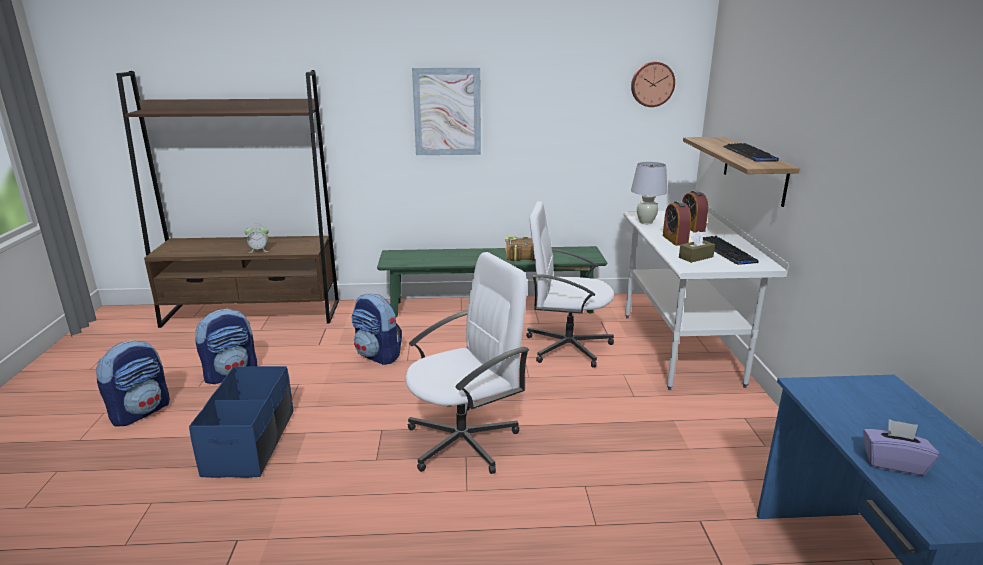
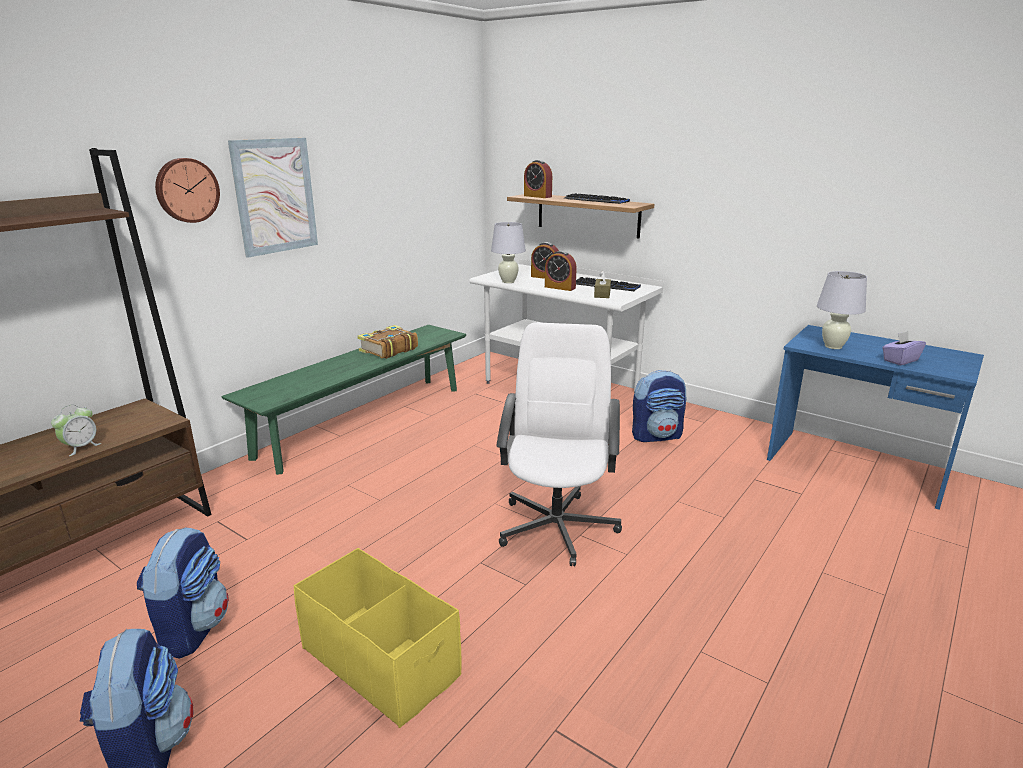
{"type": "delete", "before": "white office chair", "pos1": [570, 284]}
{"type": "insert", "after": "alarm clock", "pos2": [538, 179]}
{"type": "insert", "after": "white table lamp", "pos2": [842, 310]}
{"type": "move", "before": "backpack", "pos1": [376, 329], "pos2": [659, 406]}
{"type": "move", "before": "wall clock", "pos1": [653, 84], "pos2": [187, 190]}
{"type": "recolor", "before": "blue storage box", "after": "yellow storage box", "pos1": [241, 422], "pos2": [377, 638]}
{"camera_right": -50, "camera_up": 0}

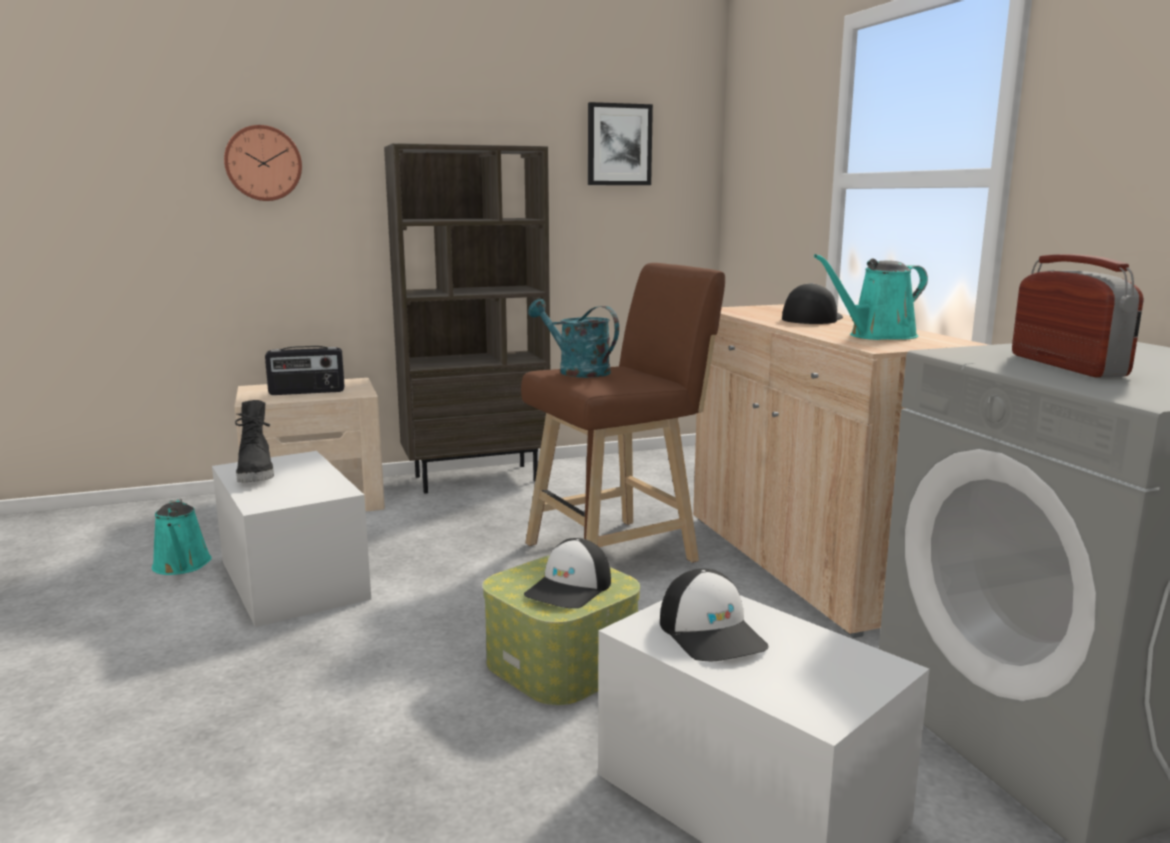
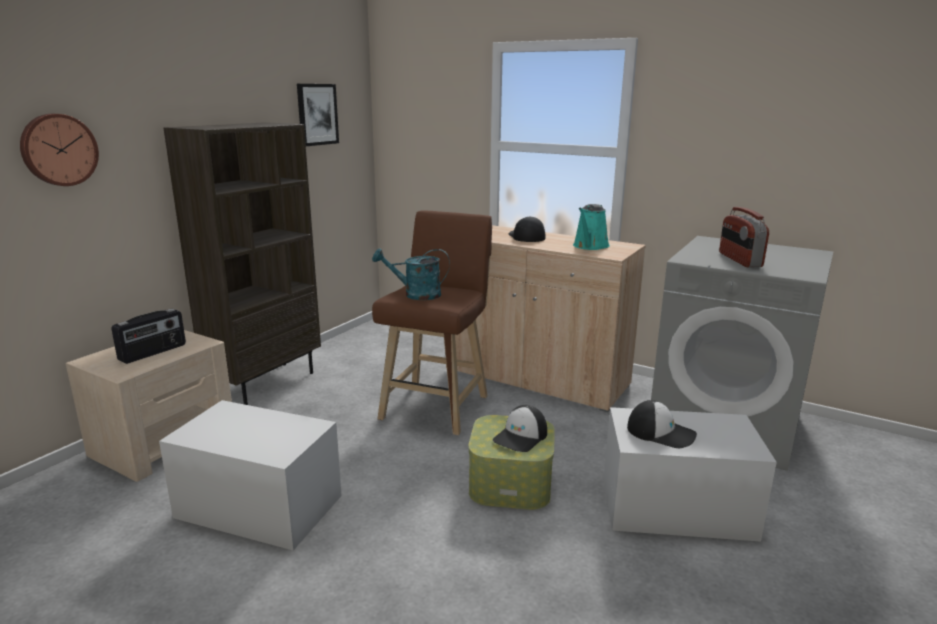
{"type": "delete", "before": "turquoise watering can", "pos1": [182, 537]}
{"type": "delete", "before": "black boot", "pos1": [254, 441]}
{"type": "rotate", "before": "cap", "pos1": [567, 573], "pos2": [520, 428], "turn": 45}
{"type": "rotate", "before": "radio", "pos1": [1078, 316], "pos2": [744, 237], "turn": -135}
{"camera_right": -40, "camera_up": 5}

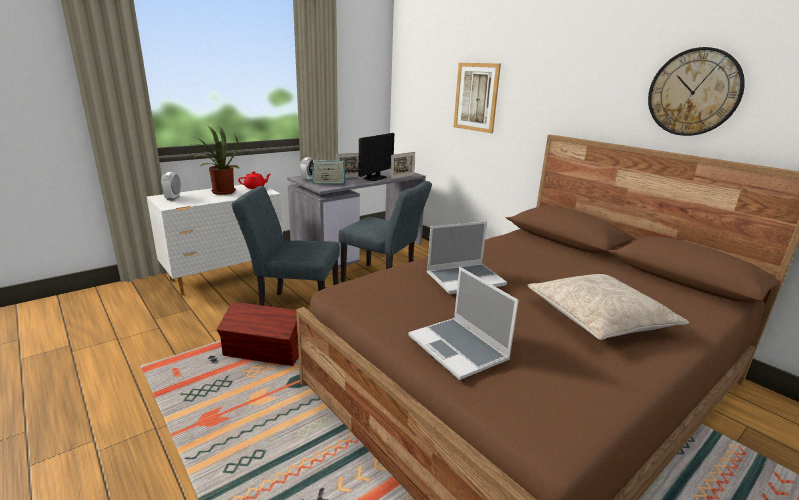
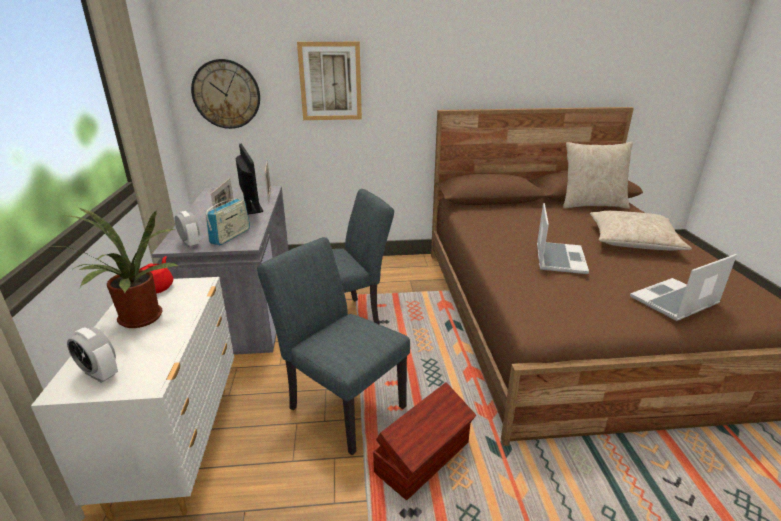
{"type": "insert", "after": "beige pillow", "pos2": [598, 175]}
{"type": "move", "before": "wall clock", "pos1": [696, 91], "pos2": [225, 94]}
{"type": "rotate", "before": "grey chair", "pos1": [286, 246], "pos2": [333, 346], "turn": 90}
{"type": "rotate", "before": "laptop", "pos1": [463, 323], "pos2": [683, 287], "turn": 150}
{"camera_right": -55, "camera_up": 5}

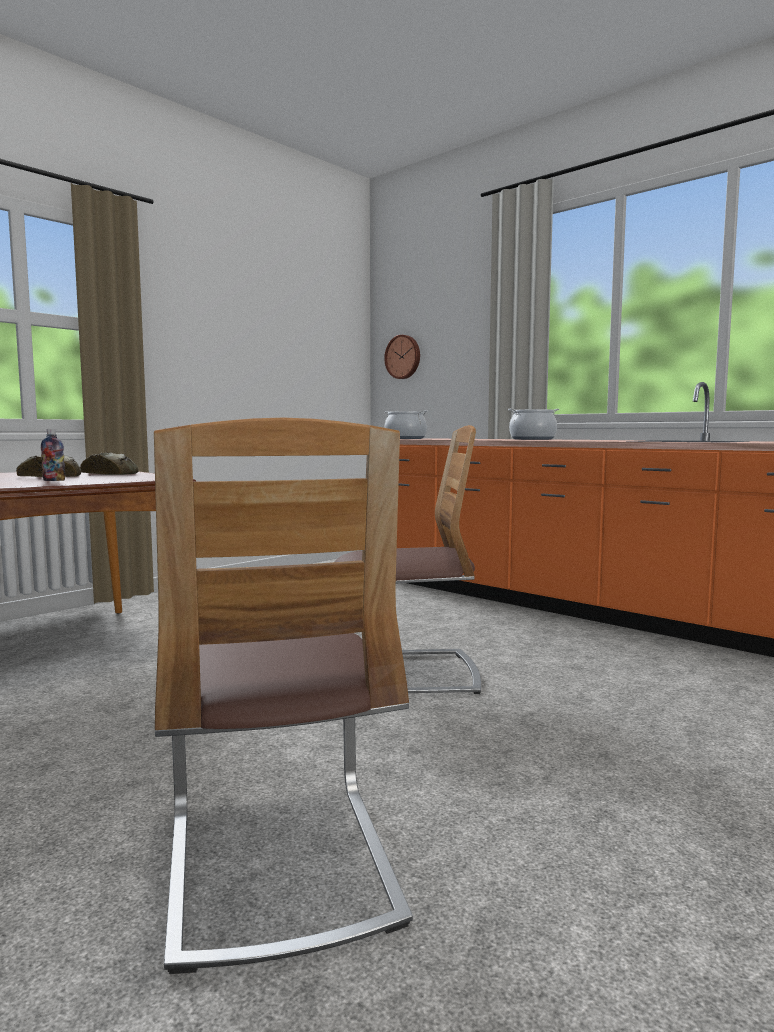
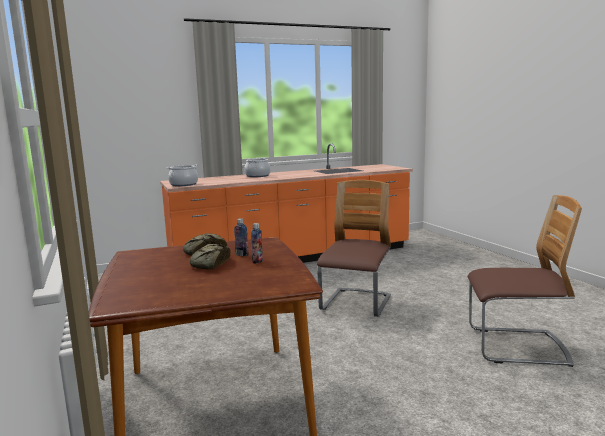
{"type": "delete", "before": "wall clock", "pos1": [402, 357]}
{"type": "insert", "after": "bottle", "pos2": [241, 237]}
{"camera_right": -65, "camera_up": 5}

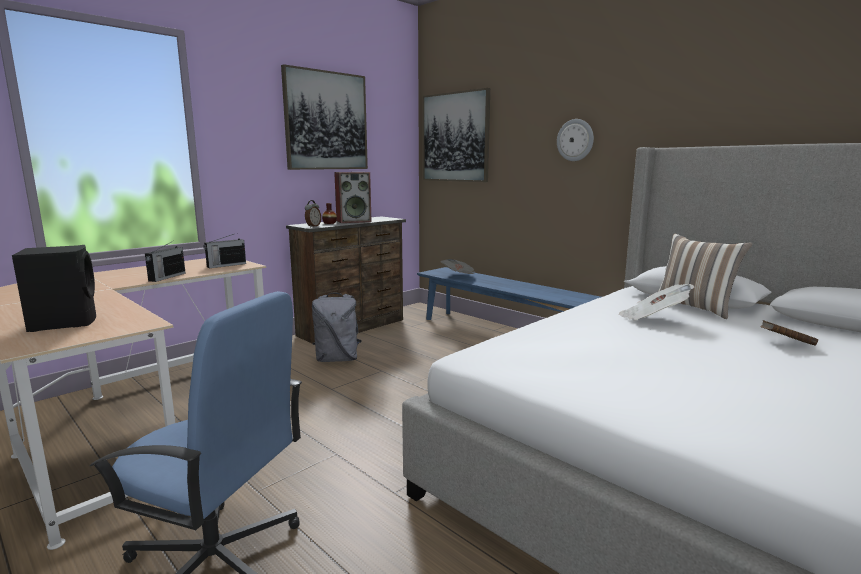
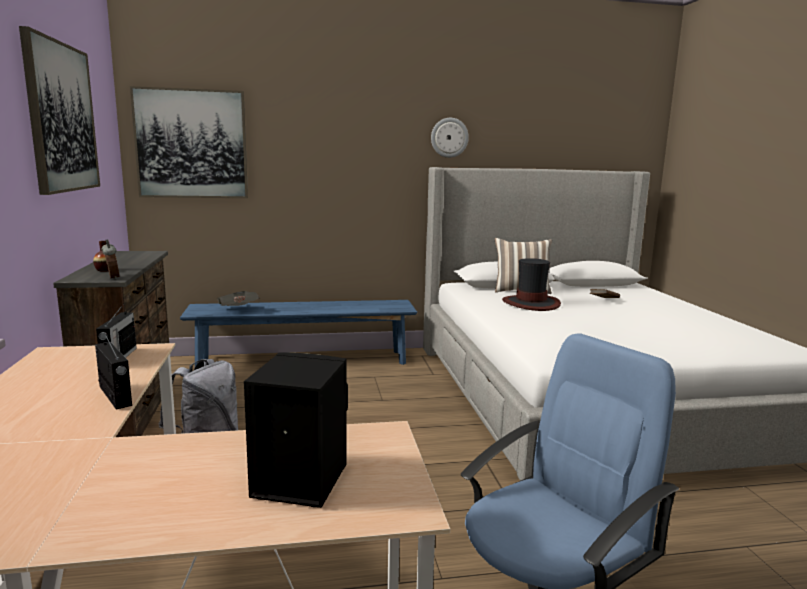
{"type": "delete", "before": "speaker", "pos1": [353, 197]}
{"type": "move", "before": "wall clock", "pos1": [575, 140], "pos2": [450, 138]}
{"type": "replace", "before": "newspaper", "after": "hat", "pos1": [657, 302], "pos2": [531, 284]}
{"camera_right": -55, "camera_up": 0}

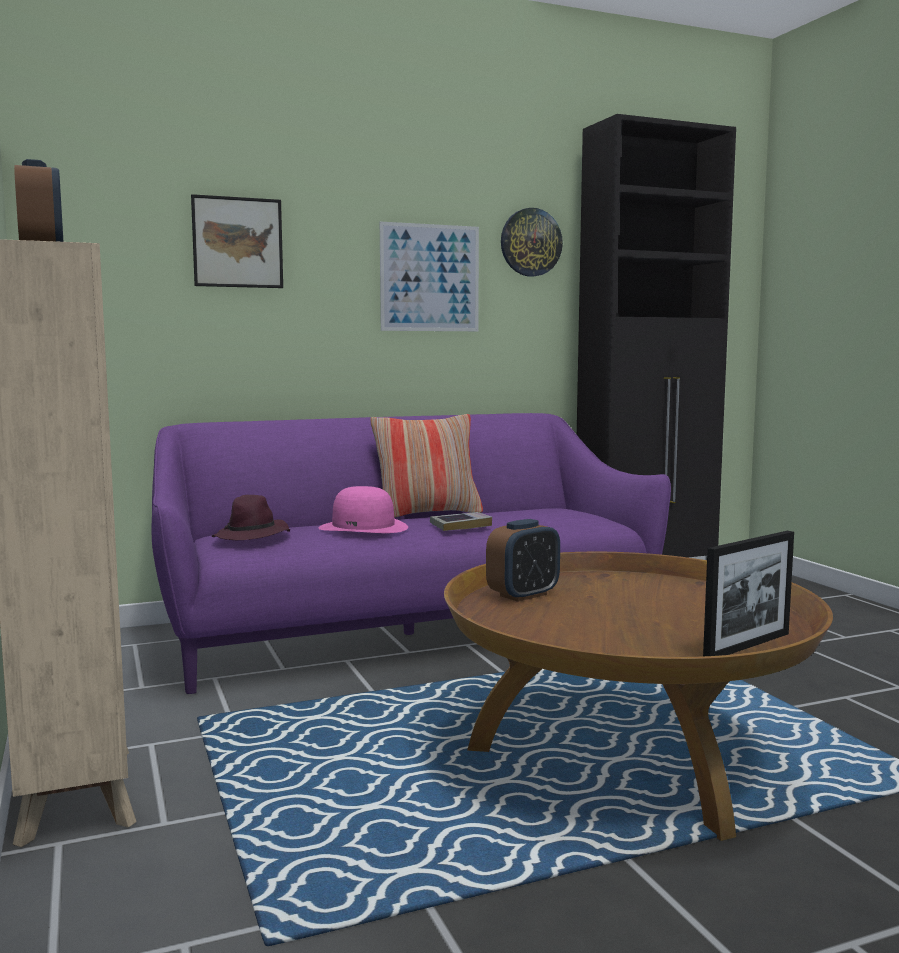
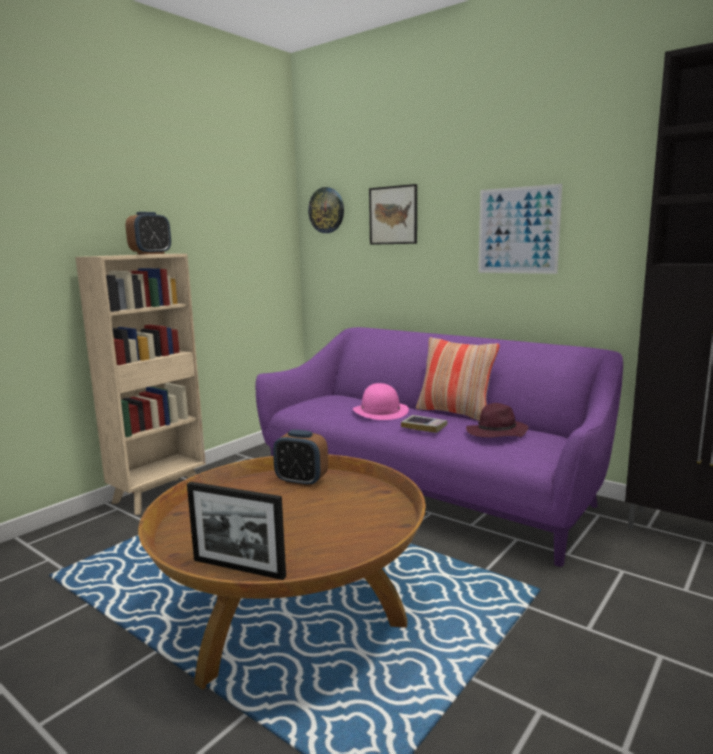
{"type": "move", "before": "purple hat", "pos1": [251, 517], "pos2": [497, 420]}
{"type": "move", "before": "wall clock", "pos1": [532, 242], "pos2": [326, 210]}
{"camera_right": 60, "camera_up": 5}

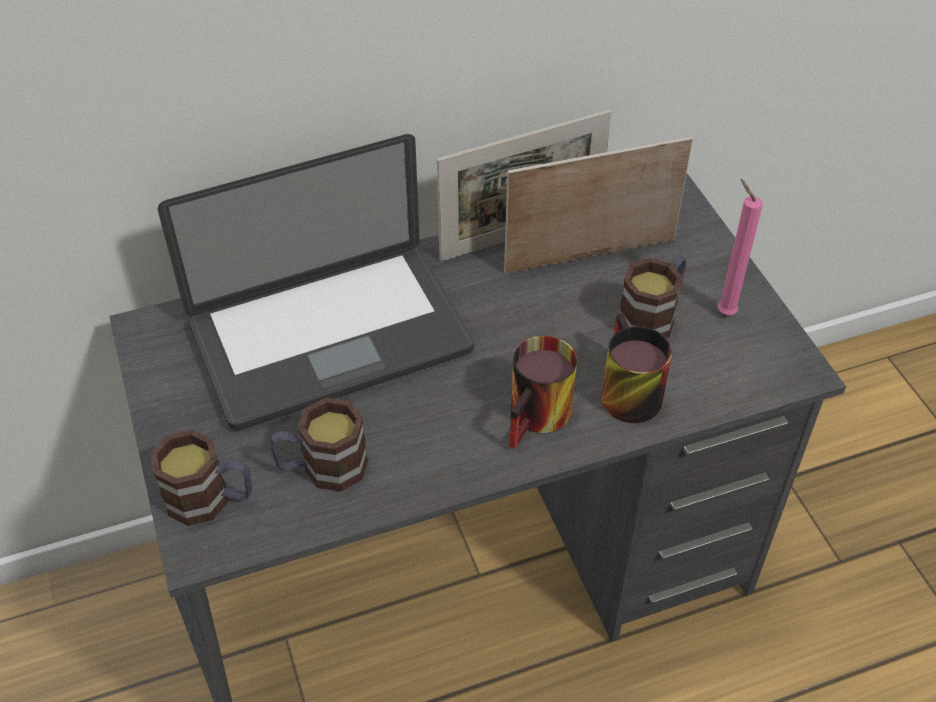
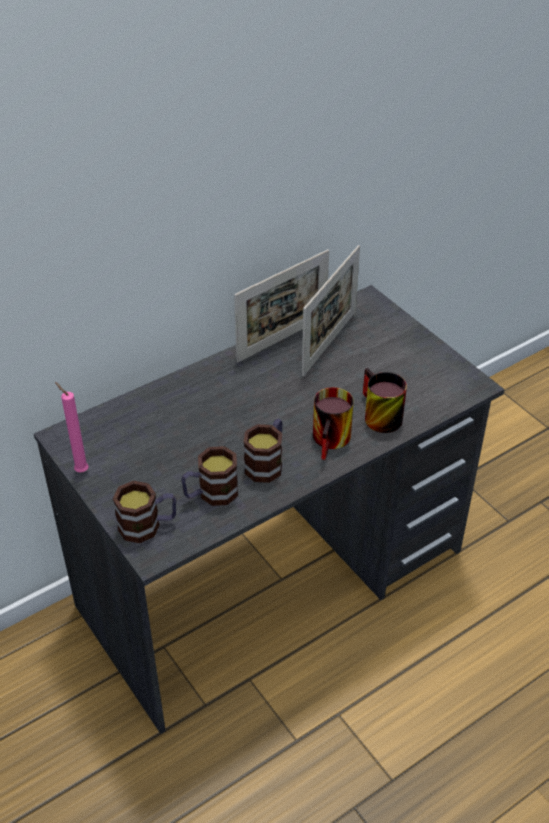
{"type": "delete", "before": "laptop", "pos1": [316, 282]}
{"type": "move", "before": "mug", "pos1": [653, 296], "pos2": [263, 450]}
{"type": "move", "before": "pink candle", "pos1": [740, 247], "pos2": [72, 427]}
{"type": "rotate", "before": "picture frame", "pos1": [598, 205], "pos2": [331, 310], "turn": 150}
{"camera_right": -15, "camera_up": -5}

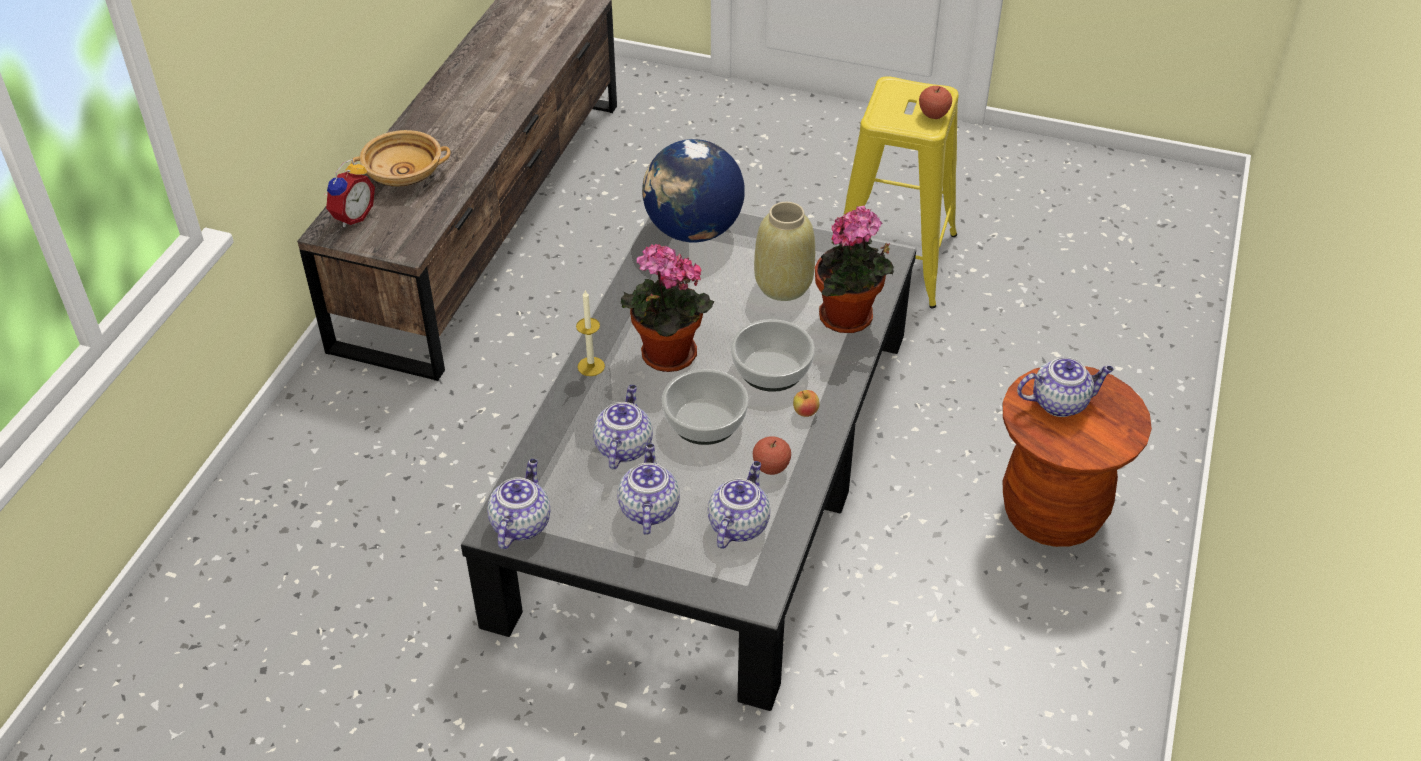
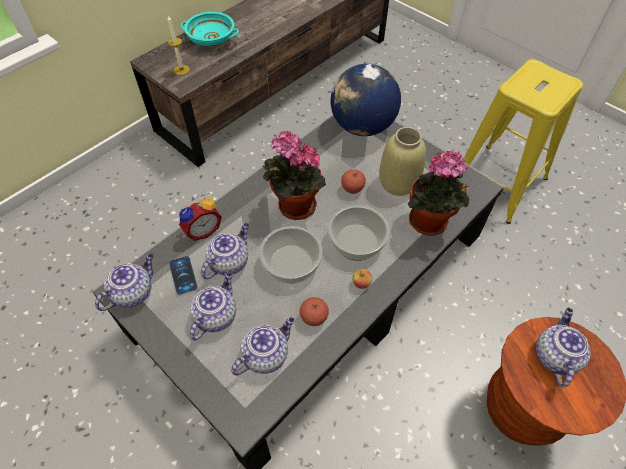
{"type": "insert", "after": "phone", "pos2": [183, 275]}
{"type": "move", "before": "alarm clock", "pos1": [349, 193], "pos2": [200, 219]}
{"type": "move", "before": "candle", "pos1": [590, 333], "pos2": [178, 45]}
{"type": "move", "before": "apple", "pos1": [935, 102], "pos2": [353, 182]}
{"type": "recolor", "before": "beige bowl", "after": "turquoise bowl", "pos1": [401, 158], "pos2": [210, 29]}
{"type": "rotate", "before": "teapot", "pos1": [1065, 387], "pos2": [563, 347], "turn": -90}
{"camera_right": 25, "camera_up": 10}

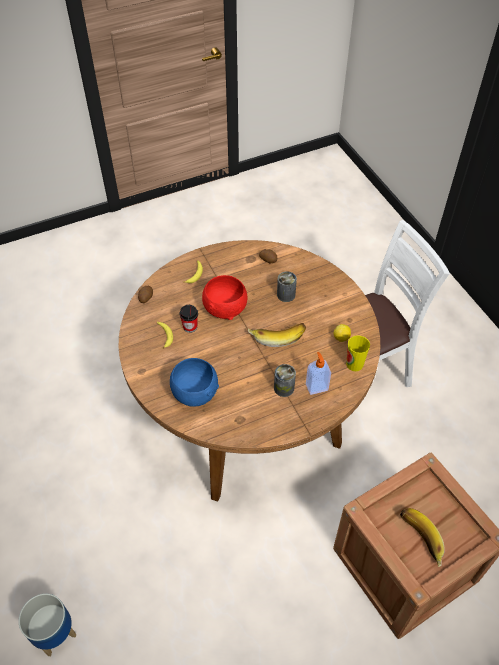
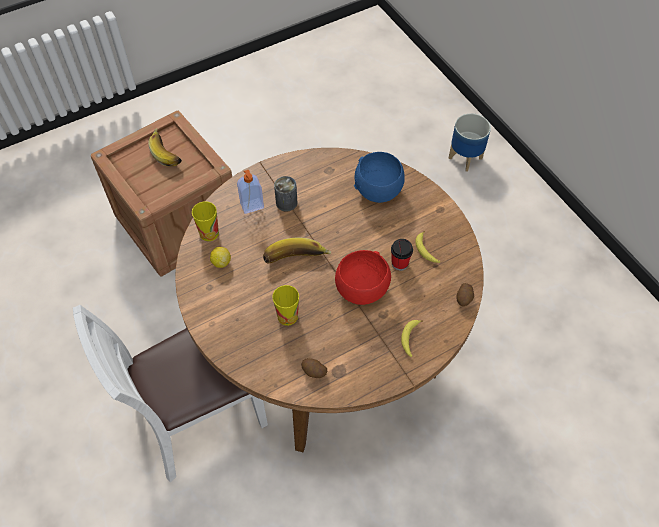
{"type": "replace", "before": "can", "after": "cup", "pos1": [287, 286], "pos2": [285, 305]}
{"camera_right": 175, "camera_up": 5}

